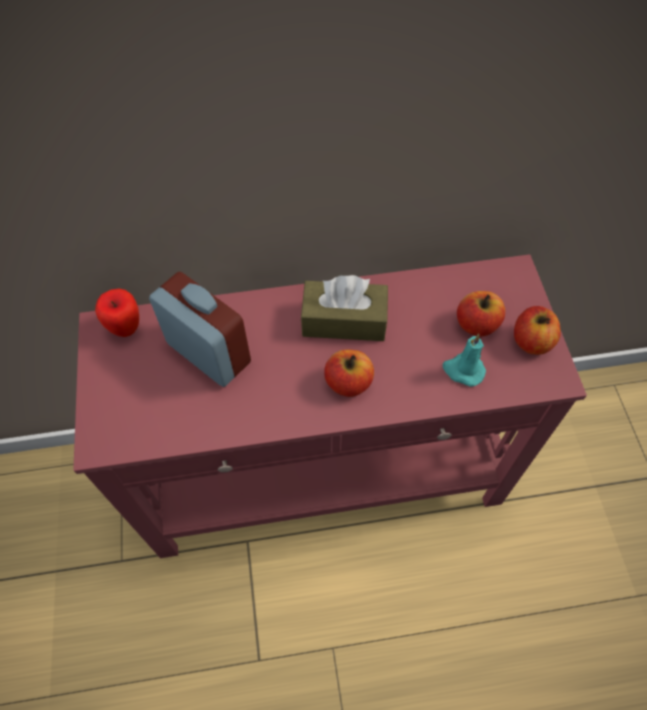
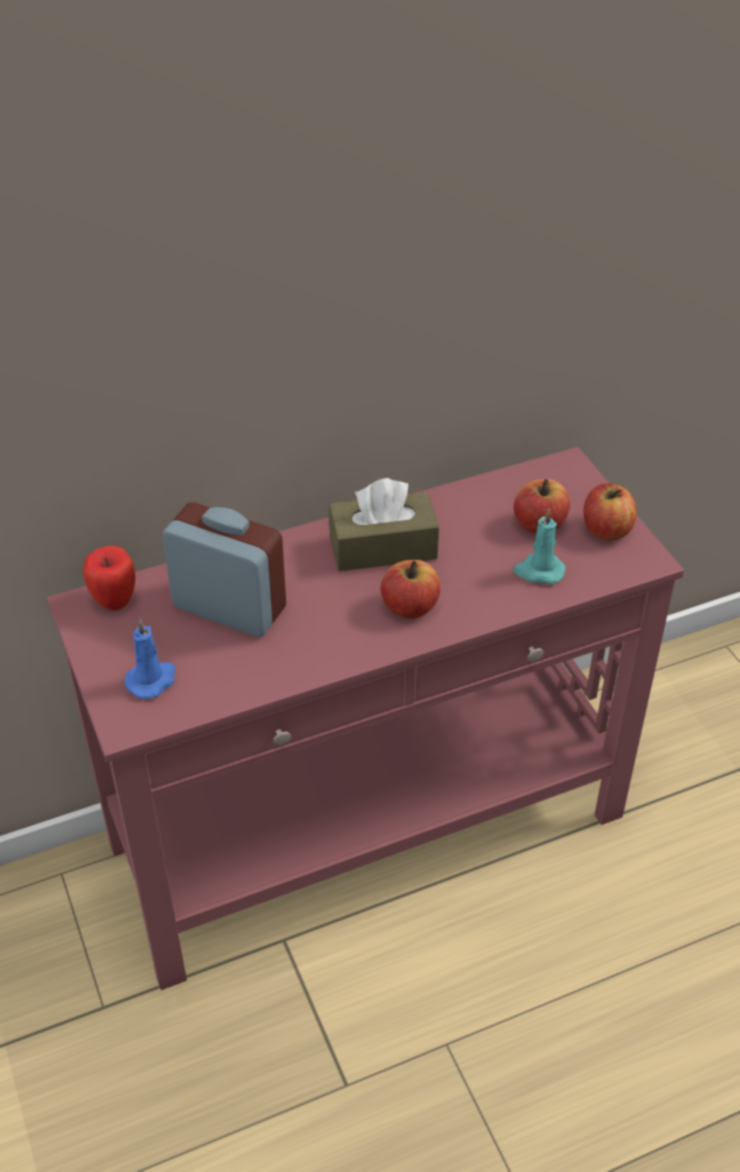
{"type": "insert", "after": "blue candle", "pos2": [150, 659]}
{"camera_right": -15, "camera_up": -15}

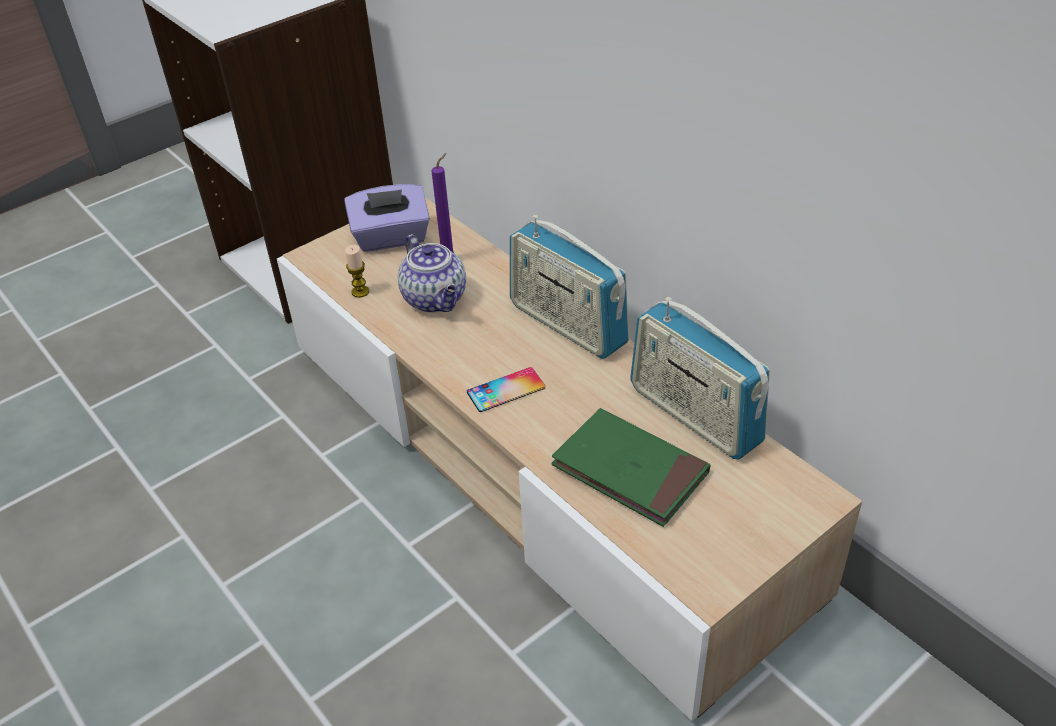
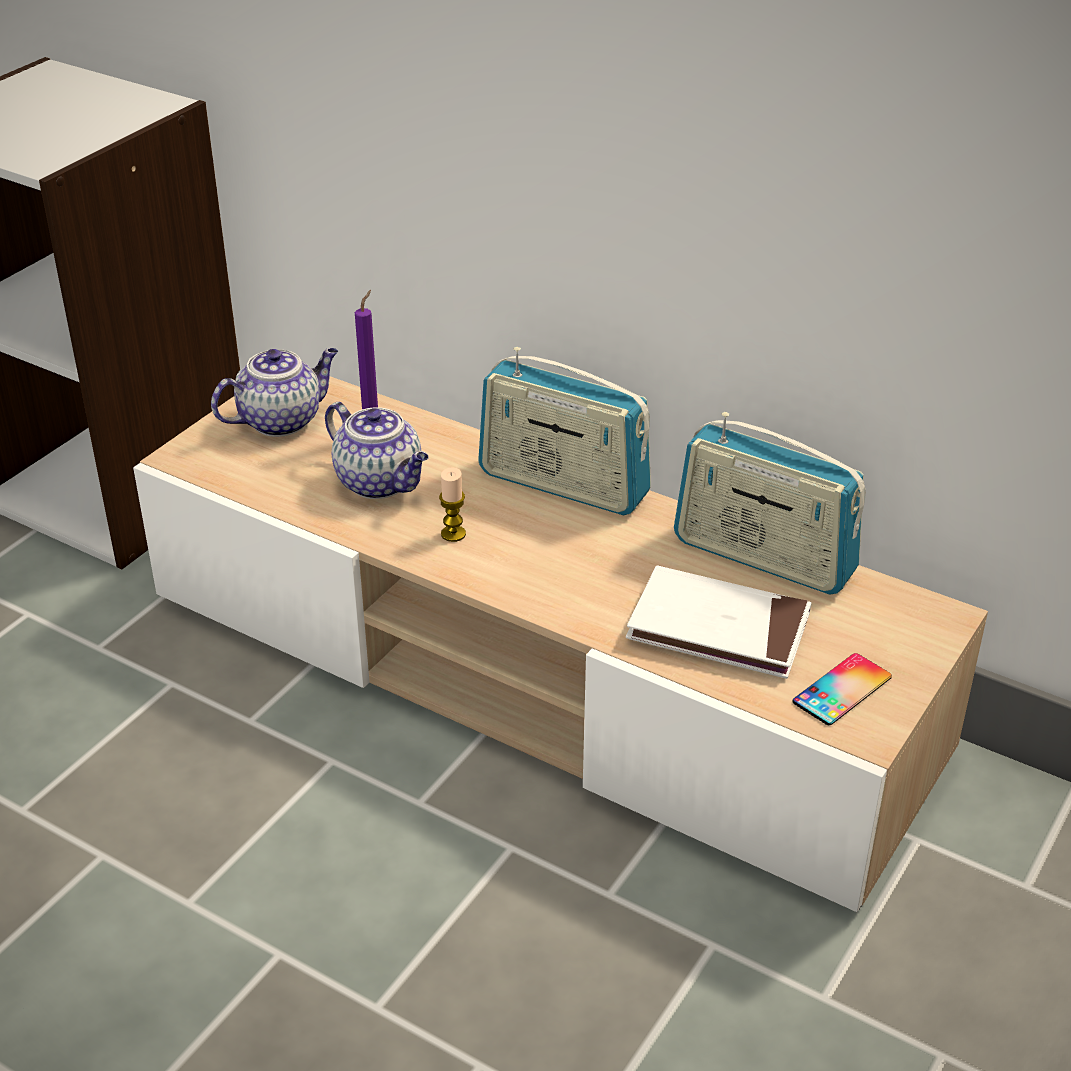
{"type": "move", "before": "candle", "pos1": [357, 271], "pos2": [452, 504]}
{"type": "move", "before": "phone", "pos1": [506, 389], "pos2": [842, 689]}
{"type": "replace", "before": "purple tissue box", "after": "teapot", "pos1": [387, 218], "pos2": [274, 392]}
{"type": "recolor", "before": "green book", "after": "white book", "pos1": [630, 467], "pos2": [718, 622]}
{"camera_right": -20, "camera_up": -5}

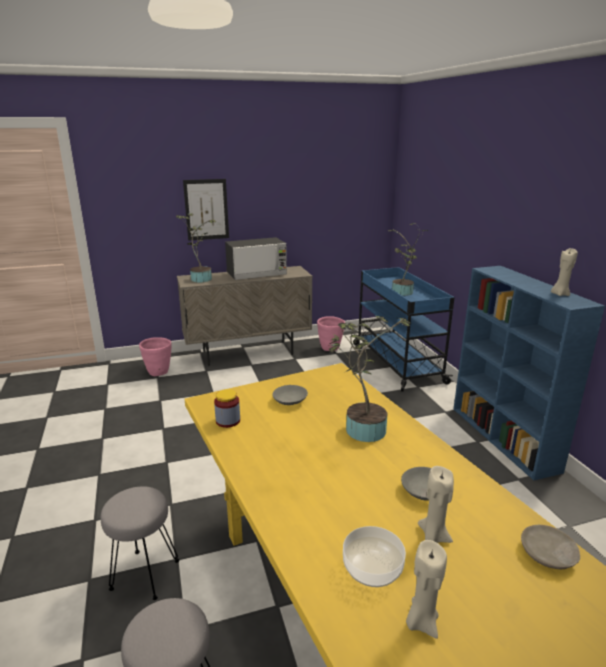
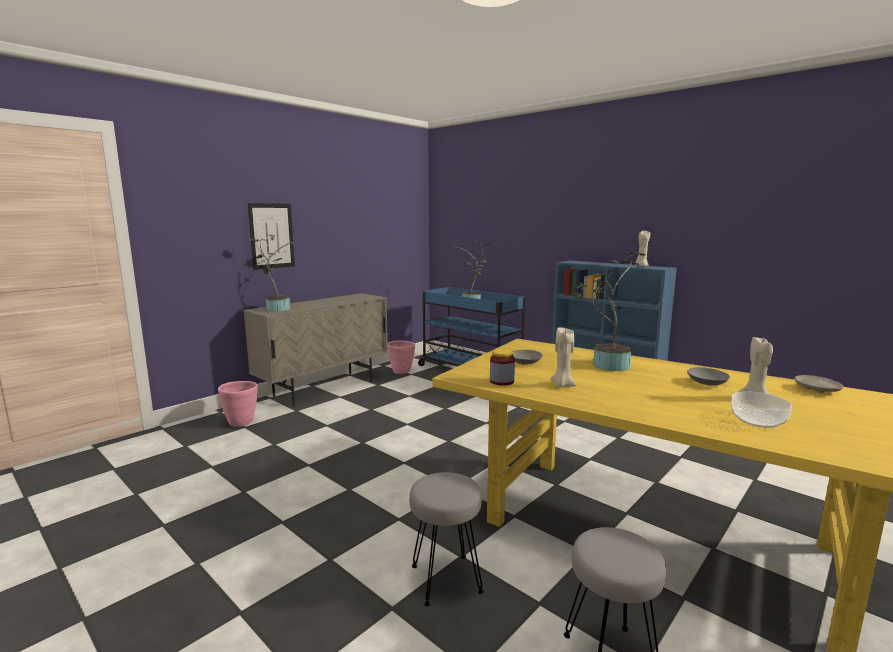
{"type": "delete", "before": "microwave", "pos1": [256, 258]}
{"type": "move", "before": "beige candle", "pos1": [426, 589], "pos2": [563, 357]}
{"camera_right": -30, "camera_up": -10}

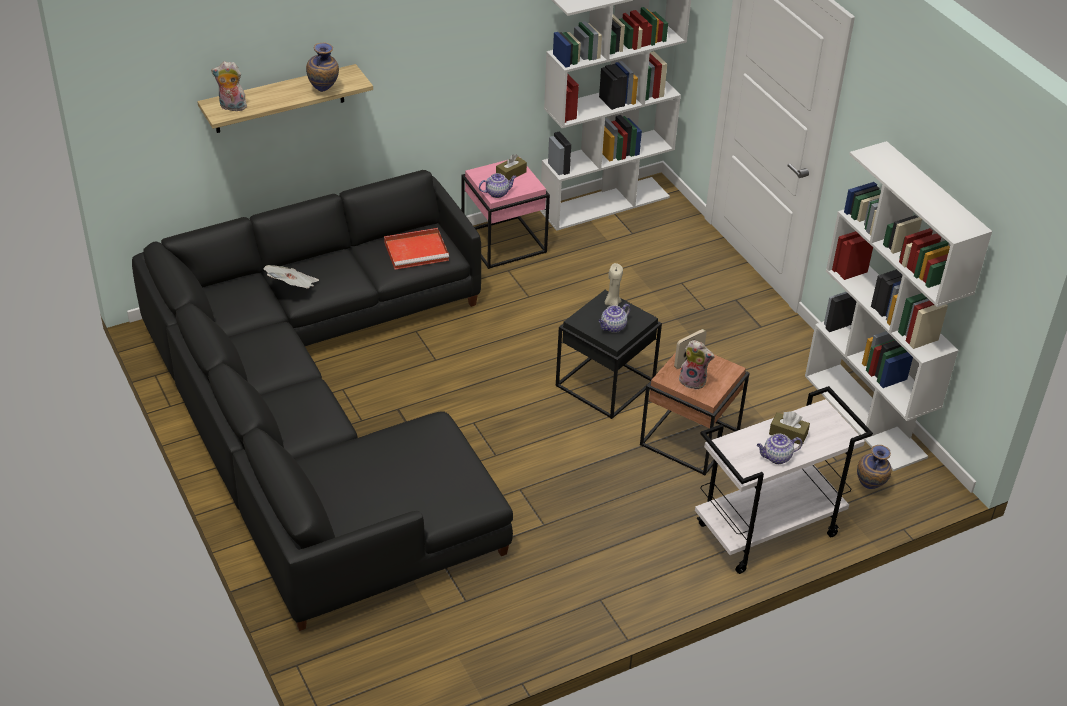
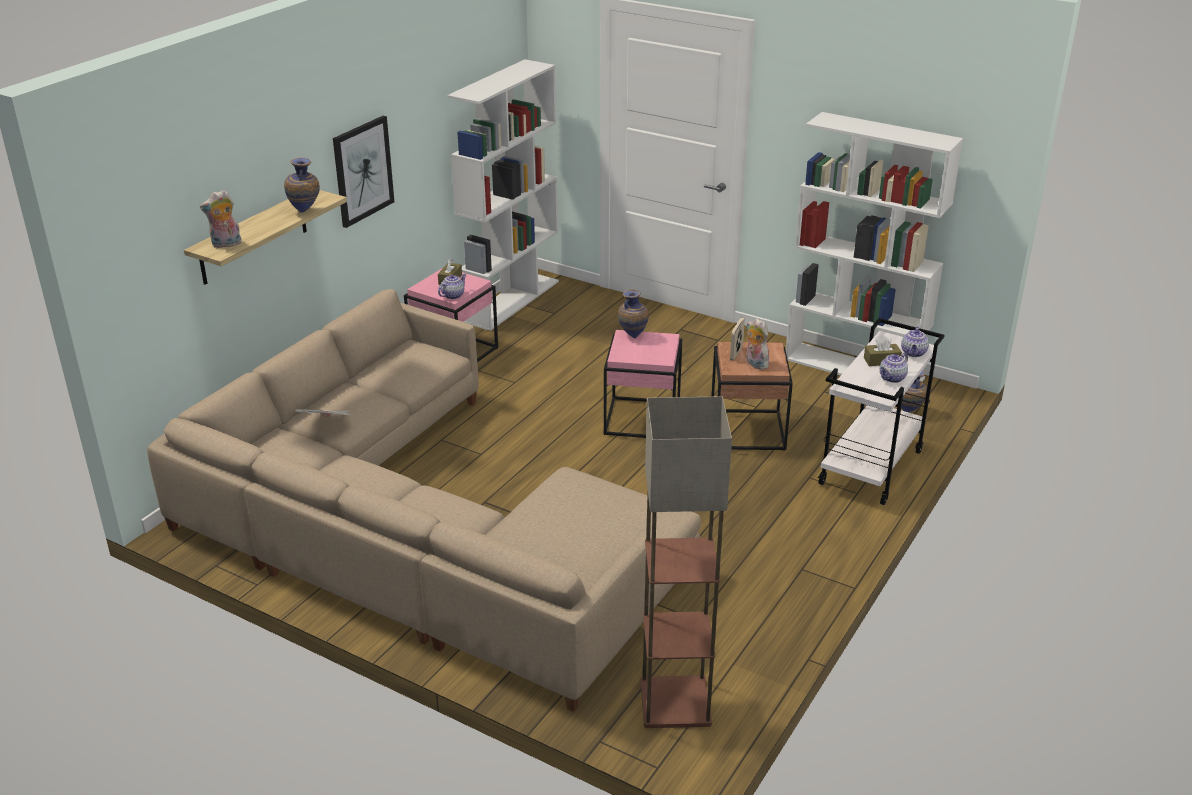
{"type": "delete", "before": "red tray", "pos1": [416, 248]}
{"type": "insert", "after": "picture", "pos2": [363, 172]}
{"type": "insert", "after": "floor lamp", "pos2": [686, 562]}
{"type": "move", "before": "teapot", "pos1": [614, 318], "pos2": [915, 341]}
{"type": "replace", "before": "beige candle", "after": "vase", "pos1": [614, 284], "pos2": [633, 313]}
{"type": "recolor", "before": "black sofa", "after": "beige sofa", "pos1": [322, 400], "pos2": [424, 500]}
{"type": "recolor", "before": "black side table", "after": "pink side table", "pos1": [609, 354], "pos2": [643, 384]}
{"type": "rotate", "before": "plush toy", "pos1": [697, 365], "pos2": [757, 344], "turn": -120}
{"camera_right": -30, "camera_up": -10}

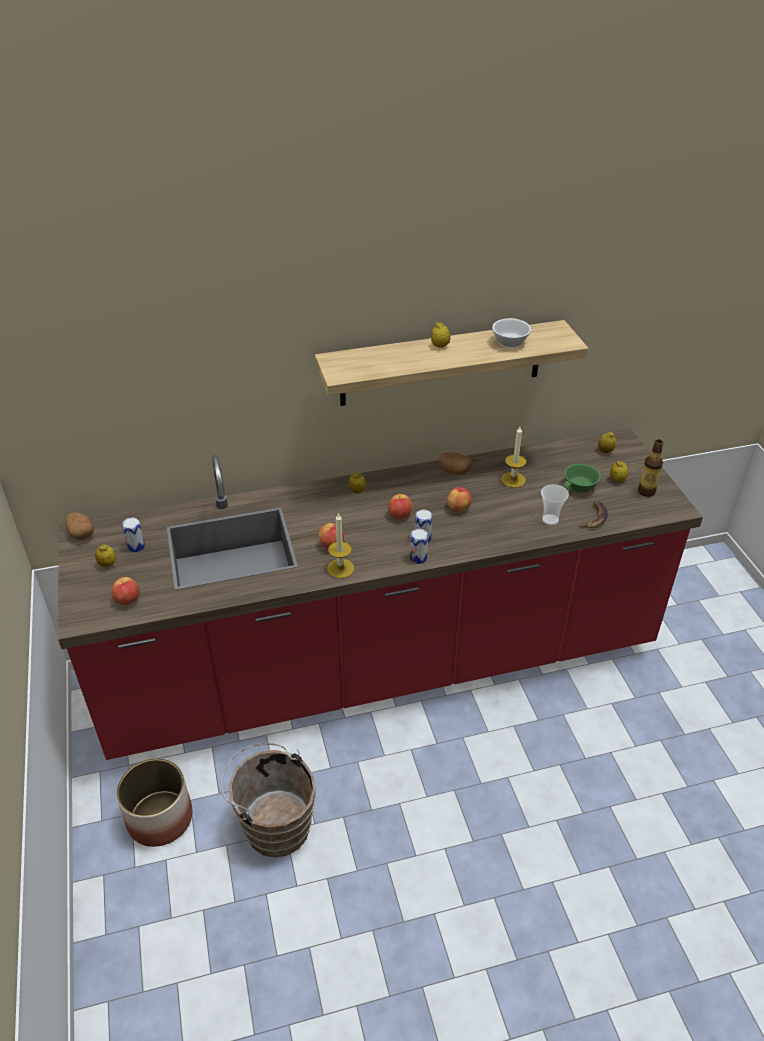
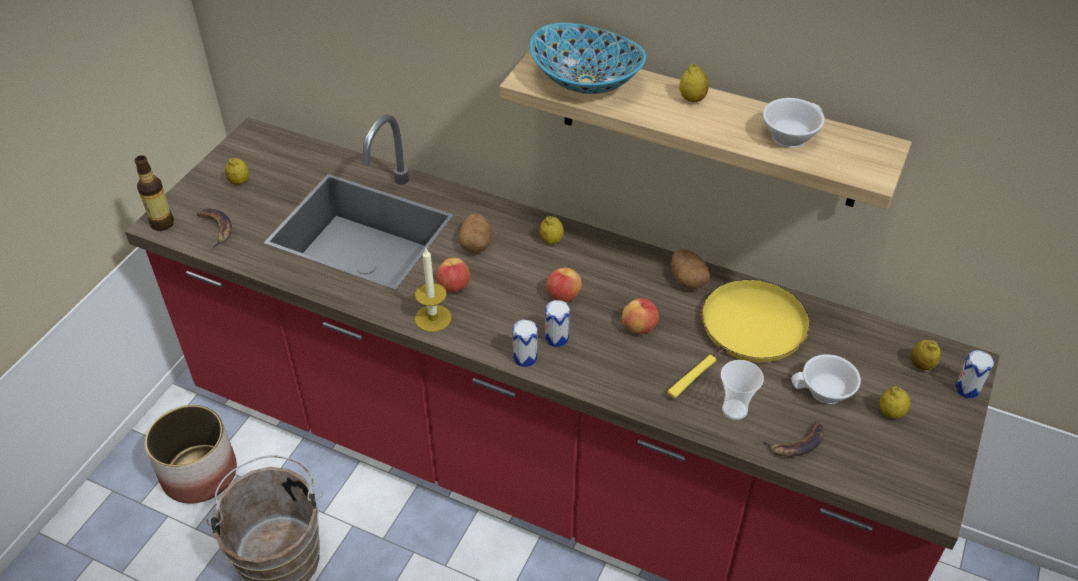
{"type": "insert", "after": "bowl", "pos2": [588, 58]}
{"type": "move", "before": "potato", "pos1": [79, 526], "pos2": [475, 233]}
{"type": "move", "before": "can", "pos1": [133, 535], "pos2": [974, 374]}
{"type": "move", "before": "bottle", "pos1": [650, 468], "pos2": [154, 193]}
{"type": "replace", "before": "apple", "after": "banana", "pos1": [126, 591], "pos2": [214, 229]}
{"type": "replace", "before": "candle", "after": "yellow frying pan", "pos1": [513, 457], "pos2": [739, 338]}
{"type": "recolor", "before": "green cup", "after": "white cup", "pos1": [581, 478], "pos2": [826, 379]}
{"camera_right": 40, "camera_up": 5}

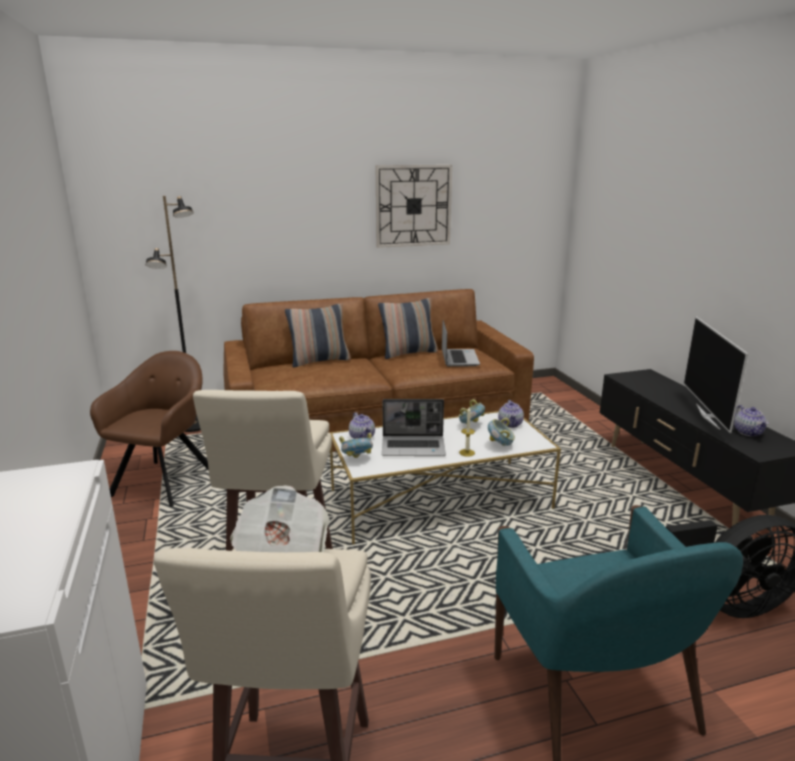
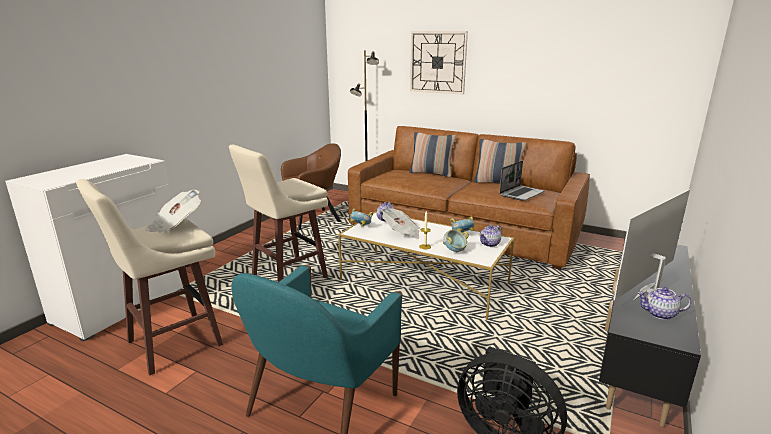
{"type": "move", "before": "wall clock", "pos1": [414, 206], "pos2": [439, 62]}
{"type": "replace", "before": "laptop", "after": "newspaper", "pos1": [414, 427], "pos2": [401, 223]}
{"type": "rotate", "before": "teapot", "pos1": [751, 420], "pos2": [664, 303], "turn": 60}
{"camera_right": 45, "camera_up": 0}

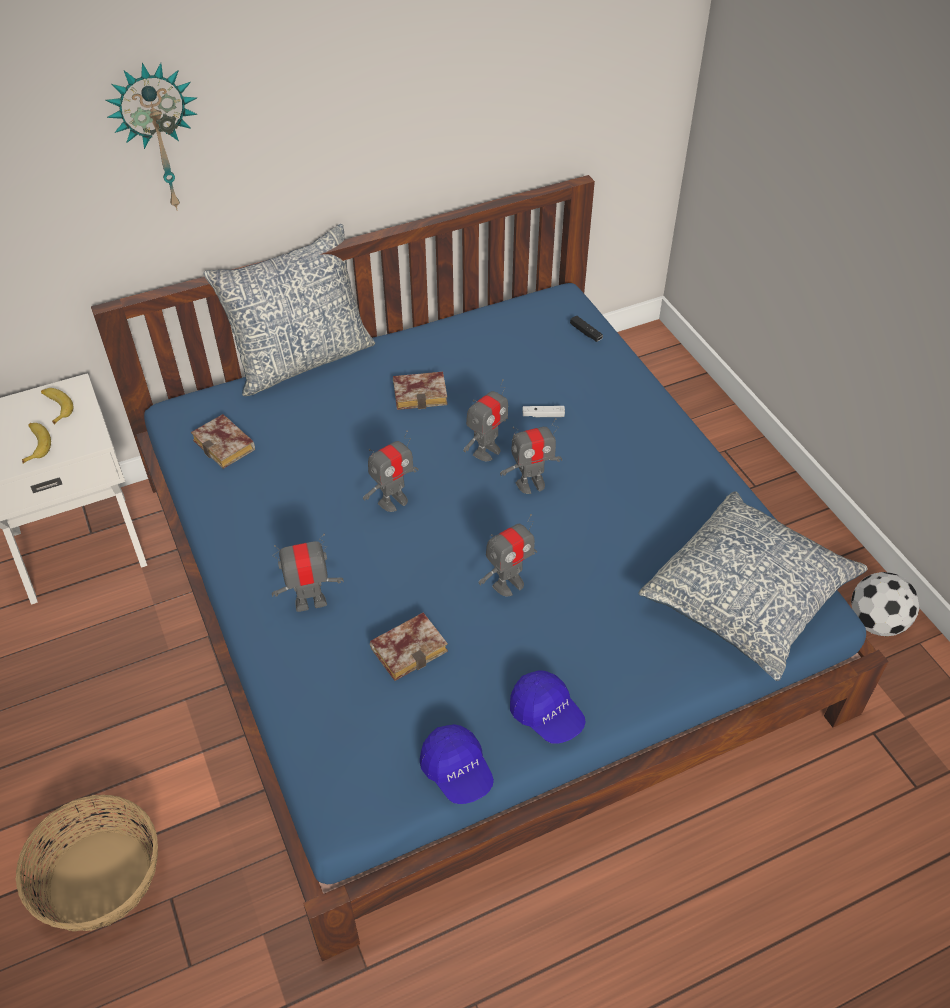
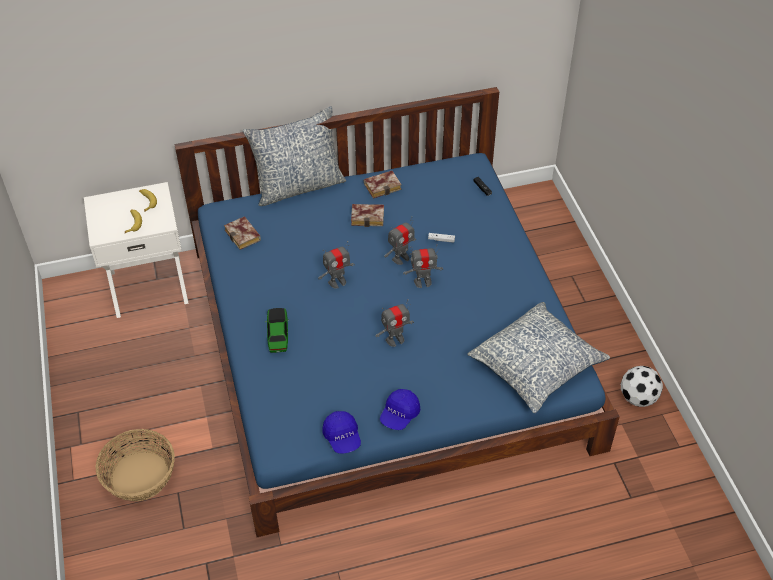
{"type": "delete", "before": "wall clock", "pos1": [151, 137]}
{"type": "move", "before": "book", "pos1": [409, 646], "pos2": [383, 185]}
{"type": "replace", "before": "toy robot", "after": "toy car", "pos1": [308, 573], "pos2": [276, 330]}
{"type": "rotate", "before": "blue cap", "pos1": [547, 707], "pos2": [400, 409], "turn": 60}
{"camera_right": 10, "camera_up": 0}

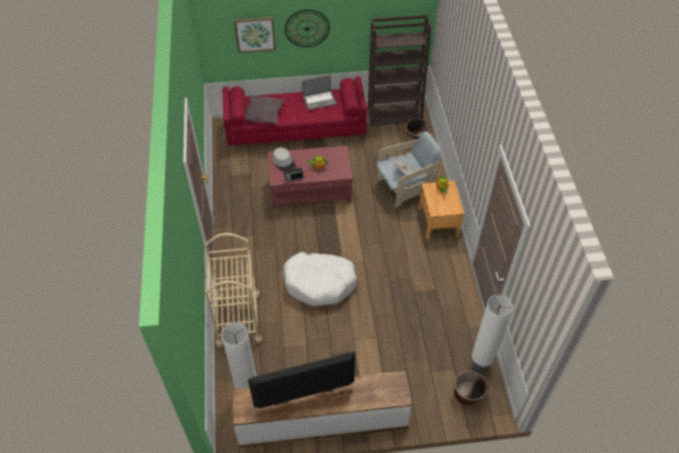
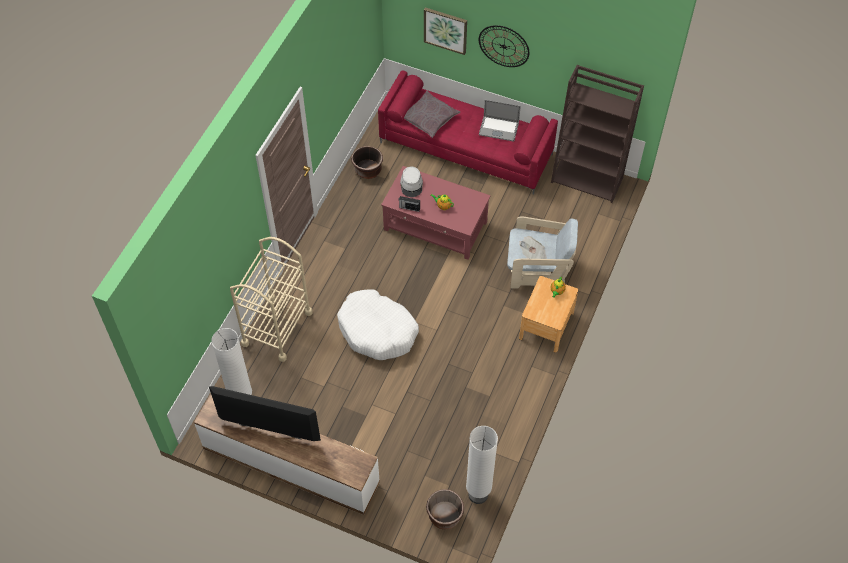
{"type": "move", "before": "brown planter", "pos1": [418, 130], "pos2": [367, 162]}
{"camera_right": 30, "camera_up": 5}

